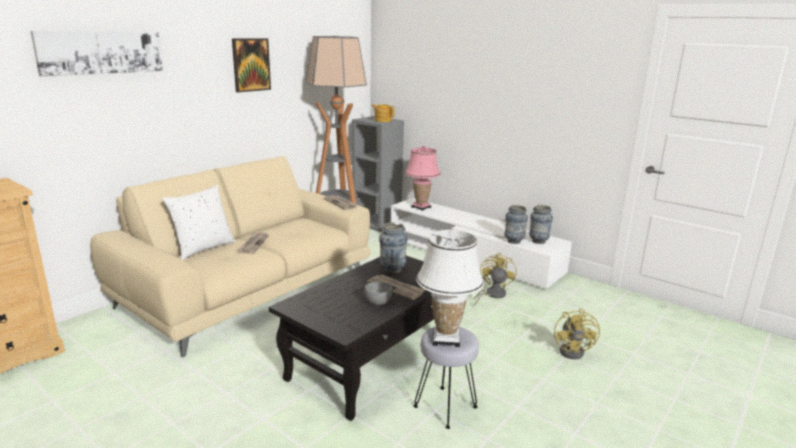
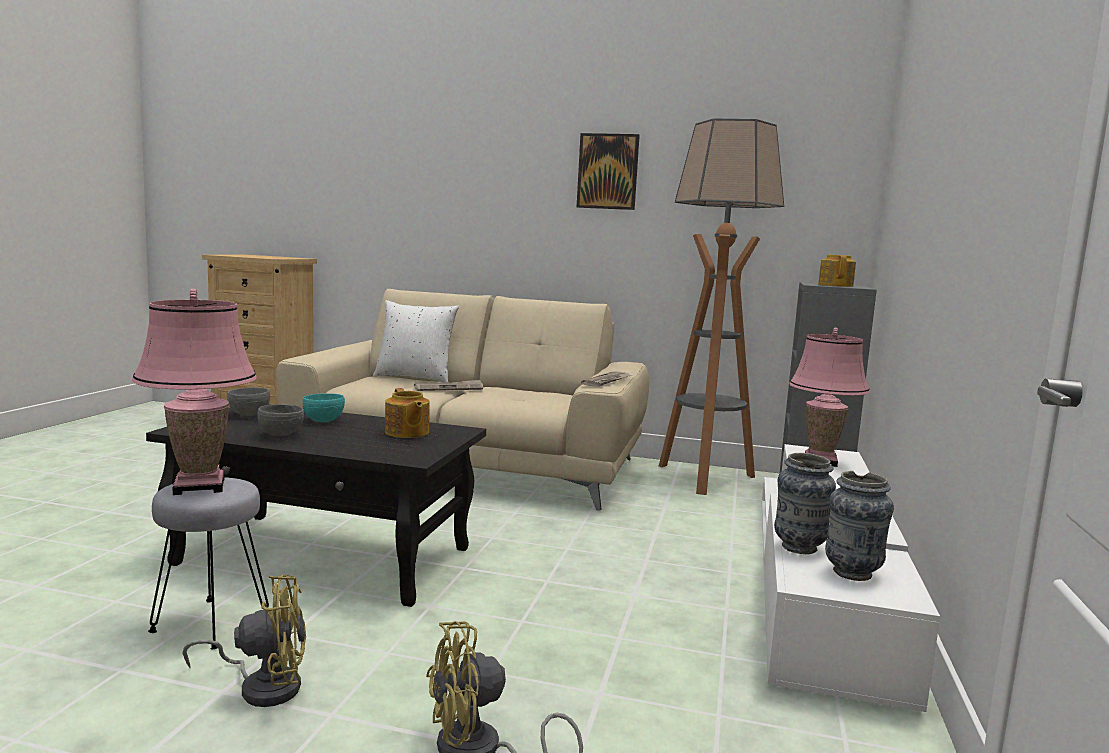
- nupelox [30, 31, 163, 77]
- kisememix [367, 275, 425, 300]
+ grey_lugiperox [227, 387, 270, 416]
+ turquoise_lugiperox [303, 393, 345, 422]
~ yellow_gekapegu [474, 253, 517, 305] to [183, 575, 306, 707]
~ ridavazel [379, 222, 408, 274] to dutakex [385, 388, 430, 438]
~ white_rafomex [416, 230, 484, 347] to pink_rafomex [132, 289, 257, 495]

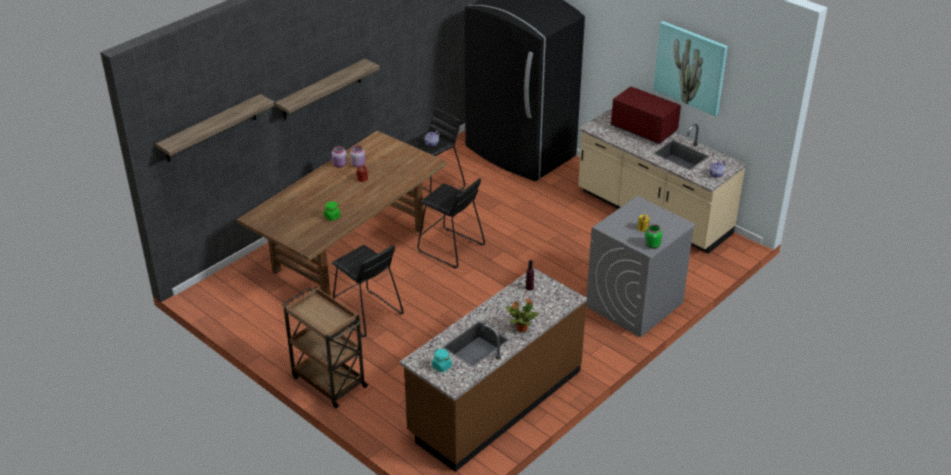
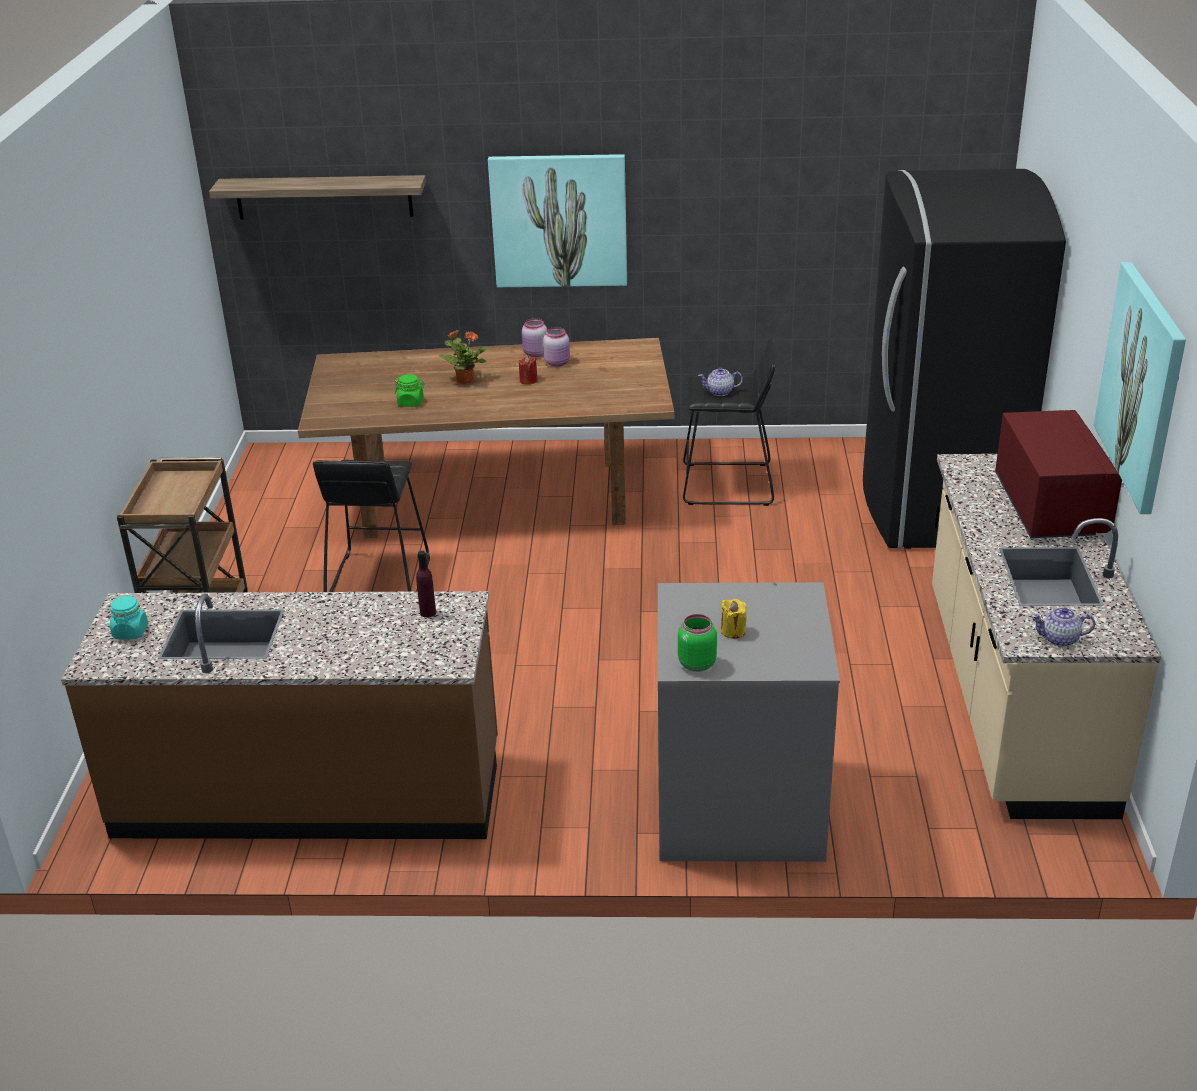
- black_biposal [417, 179, 485, 269]
~ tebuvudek [506, 298, 539, 332] to [439, 330, 487, 384]
~ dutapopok [275, 59, 379, 120] to nupelox [488, 154, 627, 287]

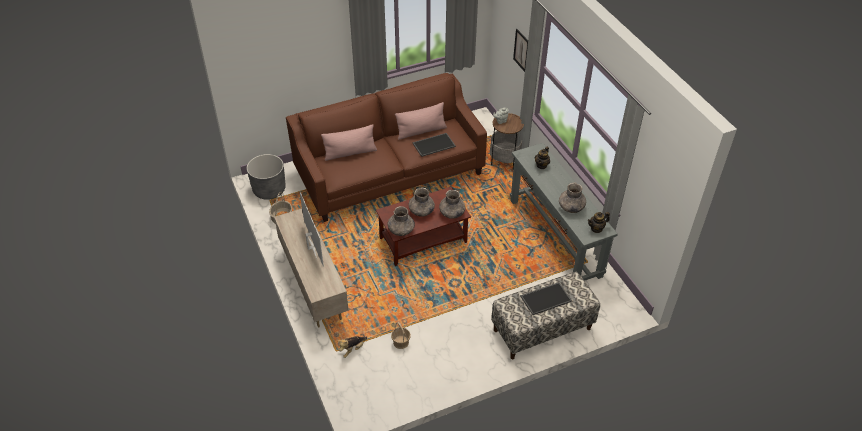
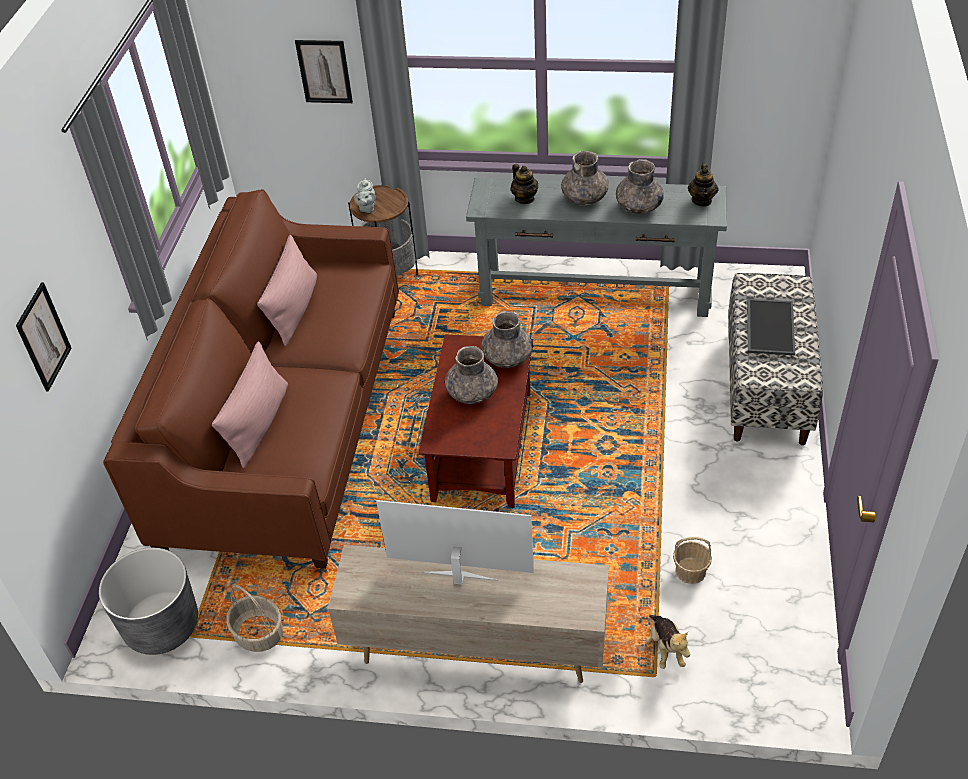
- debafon [413, 133, 456, 157]
+ nupelox [16, 282, 72, 392]
~ grey_ridavazel [388, 206, 415, 236] to [561, 151, 609, 205]

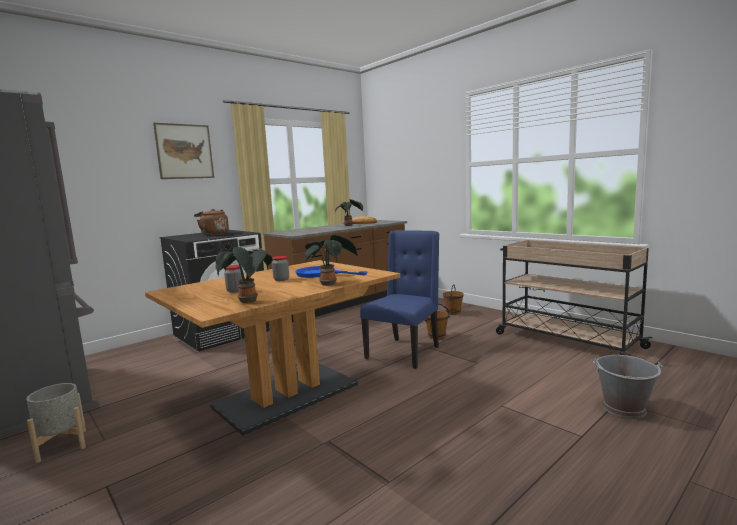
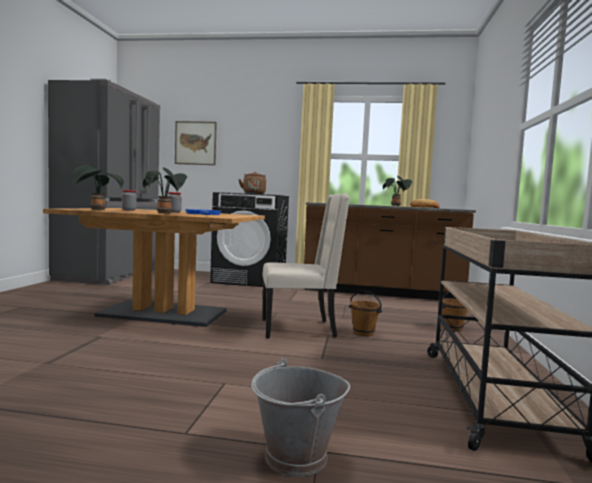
- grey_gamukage [26, 383, 86, 463]
~ nupelox [153, 123, 214, 179] to [175, 121, 217, 165]
~ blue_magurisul [360, 230, 439, 369] to beige_magurisul [262, 194, 350, 339]

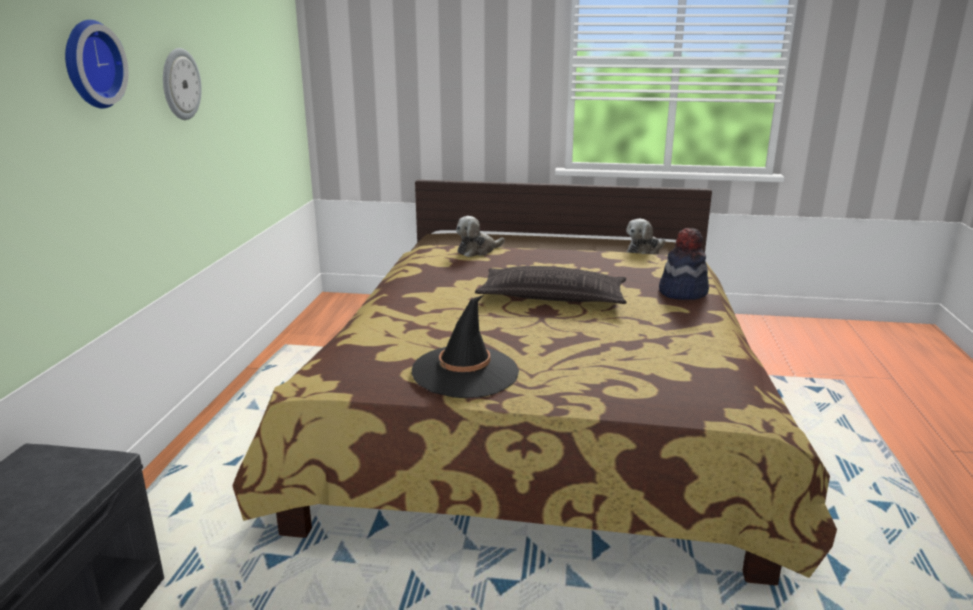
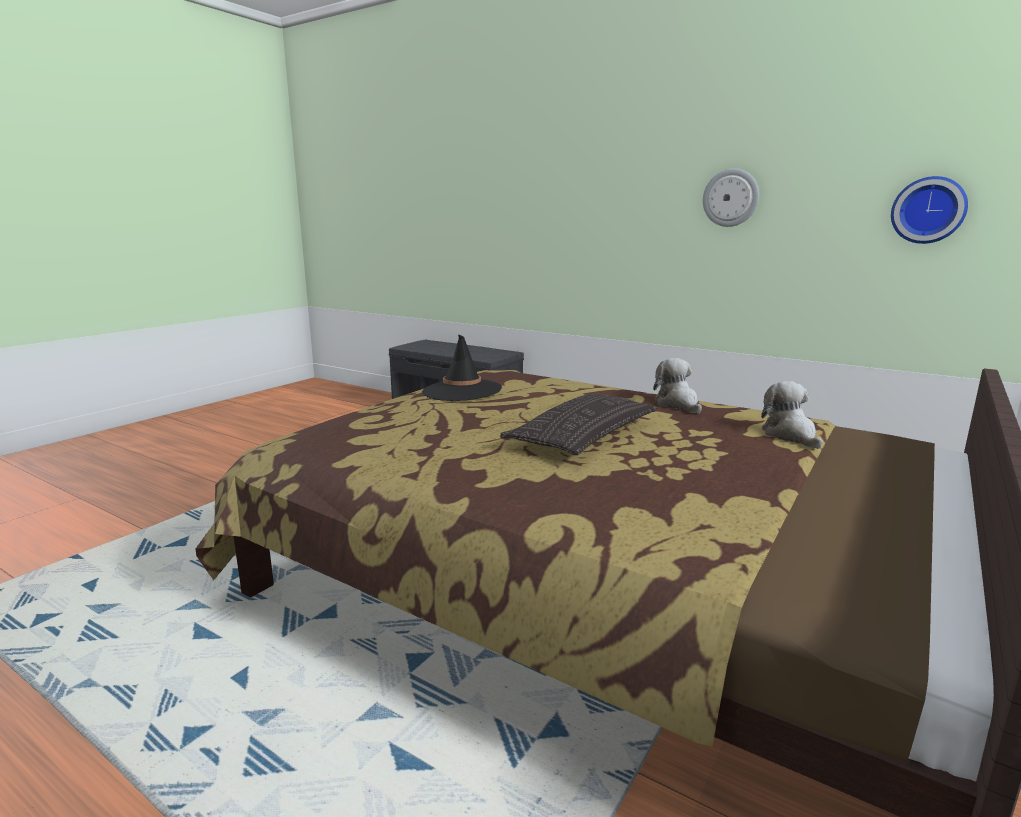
- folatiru [659, 228, 709, 300]
~ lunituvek [65, 20, 128, 108] to [891, 176, 968, 244]
~ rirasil [626, 219, 665, 255] to [653, 358, 702, 414]

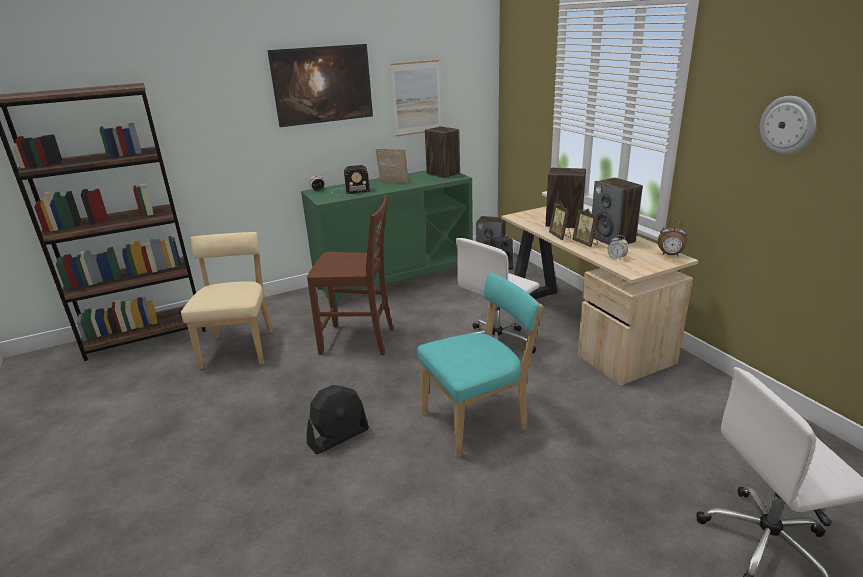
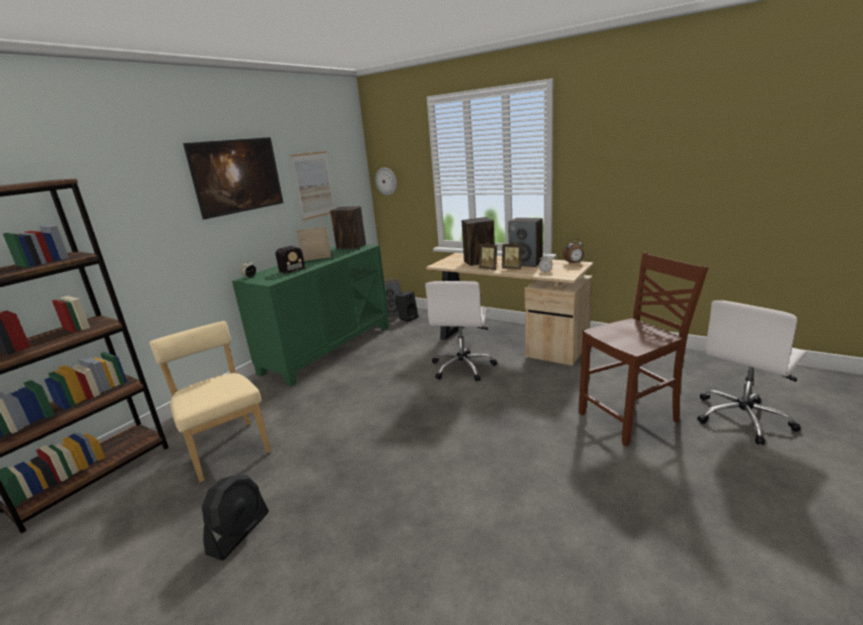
- turquoise_magurisul [417, 273, 543, 458]
~ brown_magurisul [307, 195, 394, 355] to [578, 253, 709, 447]
~ black_gekapegu [307, 385, 369, 454] to [202, 475, 269, 560]
~ lunituvek [760, 96, 816, 154] to [375, 168, 397, 195]

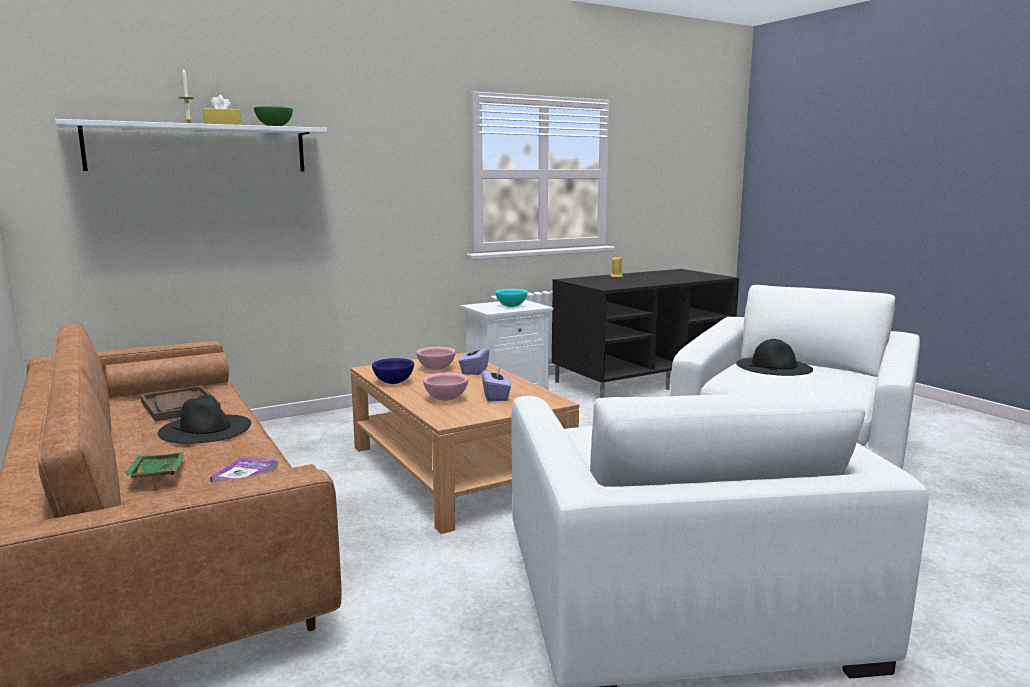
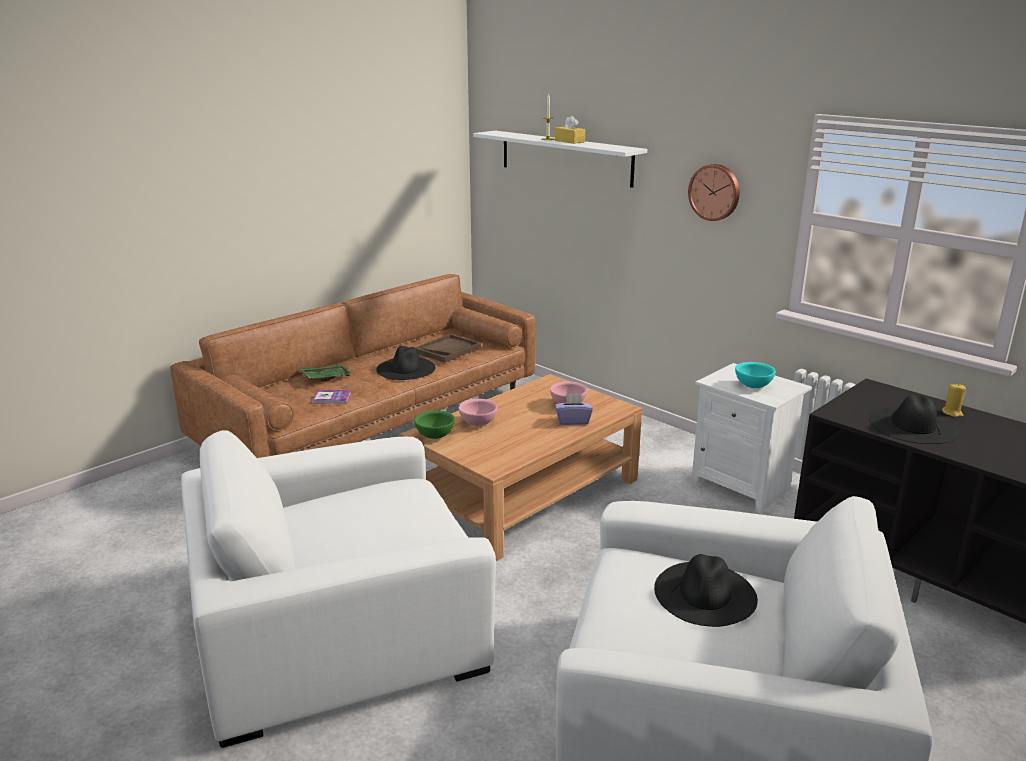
- blue_lugiperox [372, 358, 414, 384]
- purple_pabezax [482, 366, 511, 401]
+ lunituvek [688, 164, 740, 221]
+ black_folatiru [869, 394, 959, 444]
~ green_lugiperox [254, 106, 293, 126] to [414, 410, 455, 439]

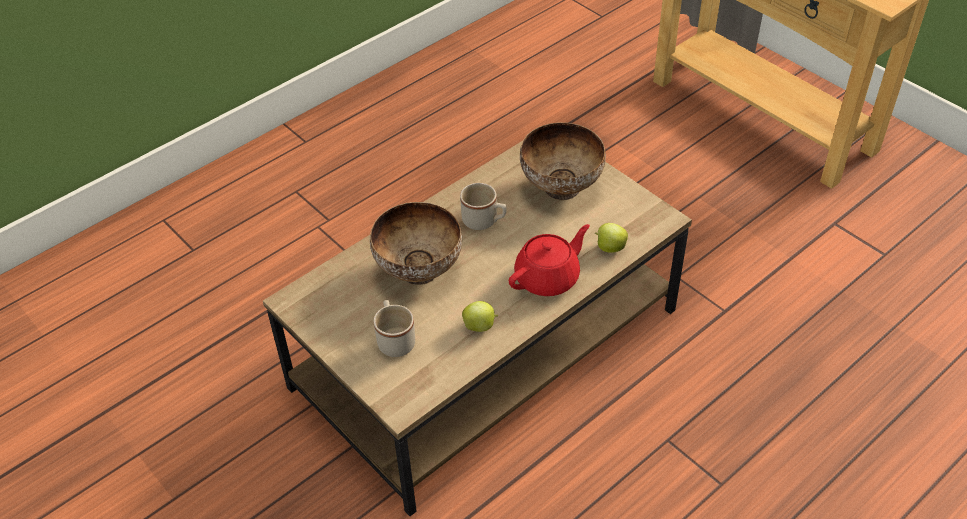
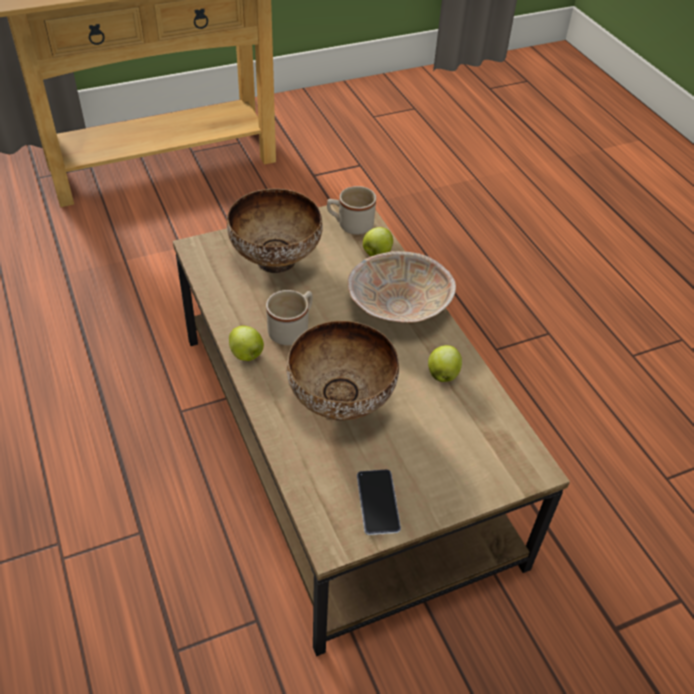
+ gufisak [229, 326, 264, 361]
+ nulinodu [357, 469, 401, 535]
~ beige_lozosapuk [373, 300, 415, 357] to [327, 186, 376, 235]
~ red_dutakex [509, 224, 590, 296] to beige_lugiperox [348, 251, 456, 323]

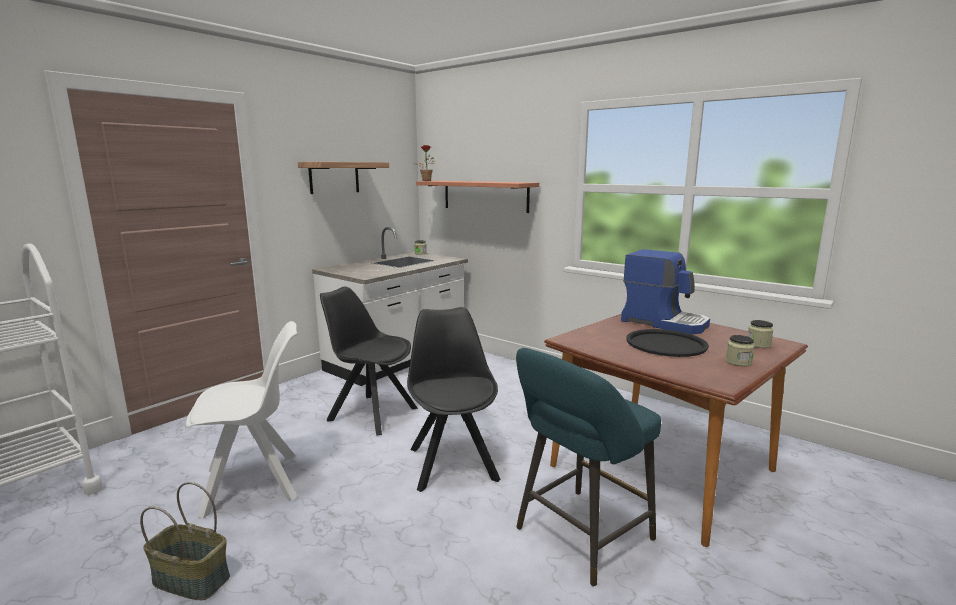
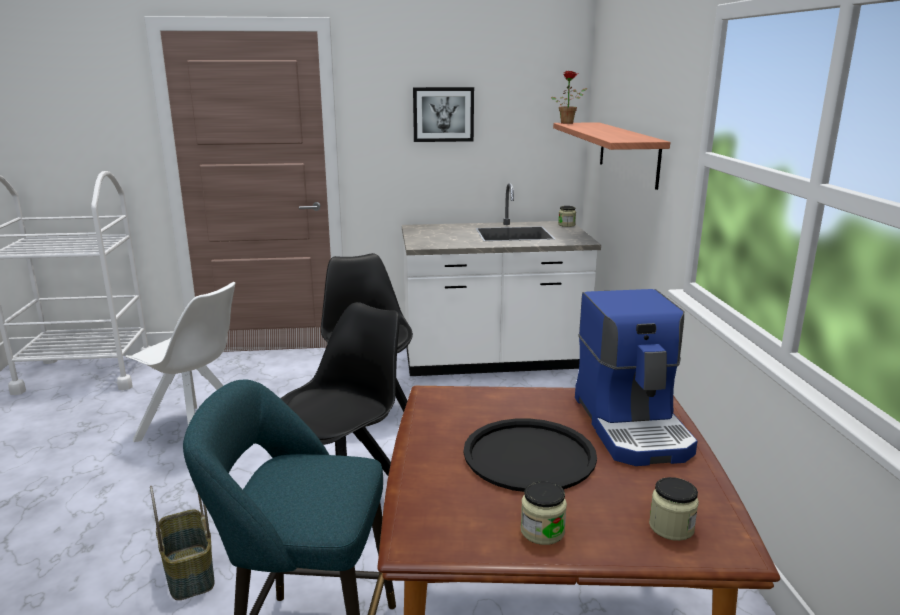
~ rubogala [140, 482, 230, 600] to [150, 486, 215, 600]
~ dutapopok [298, 162, 389, 194] to nupelox [413, 87, 474, 142]

